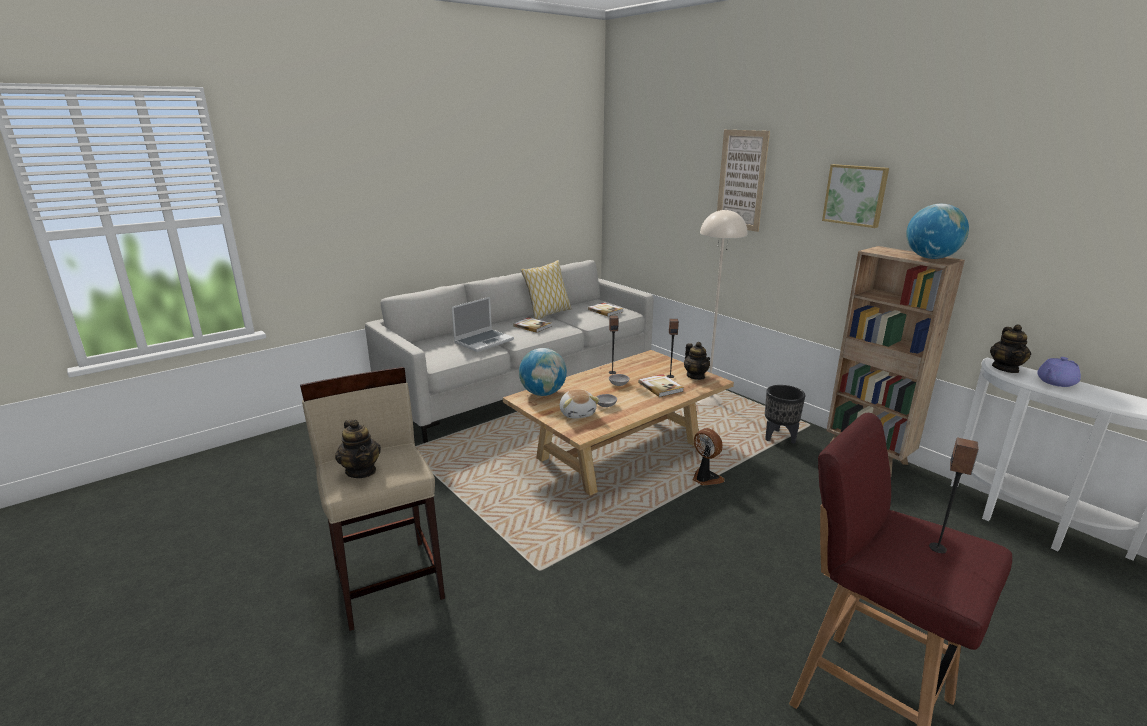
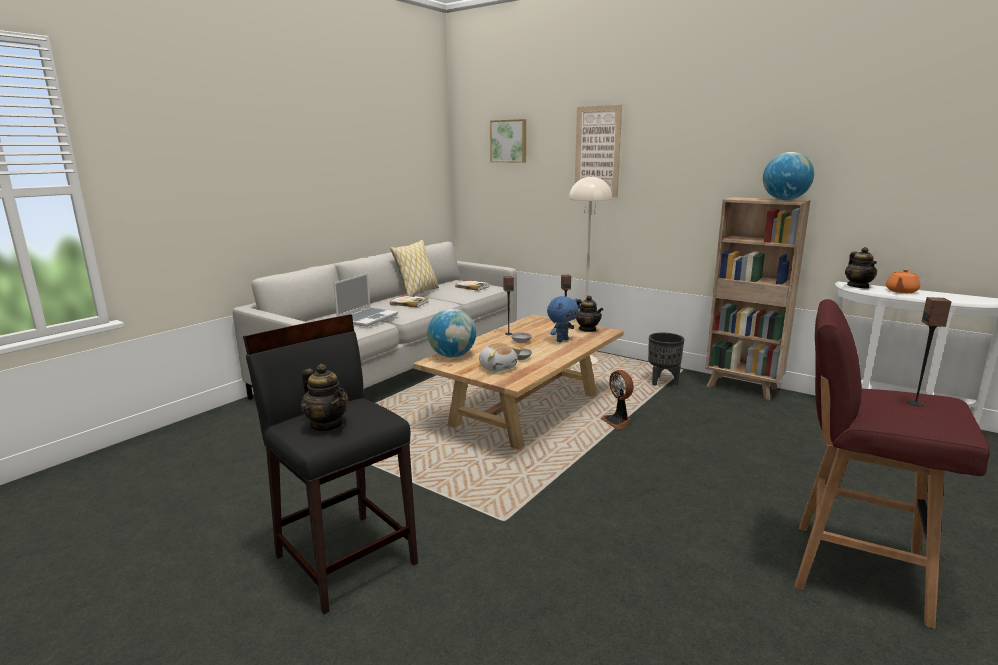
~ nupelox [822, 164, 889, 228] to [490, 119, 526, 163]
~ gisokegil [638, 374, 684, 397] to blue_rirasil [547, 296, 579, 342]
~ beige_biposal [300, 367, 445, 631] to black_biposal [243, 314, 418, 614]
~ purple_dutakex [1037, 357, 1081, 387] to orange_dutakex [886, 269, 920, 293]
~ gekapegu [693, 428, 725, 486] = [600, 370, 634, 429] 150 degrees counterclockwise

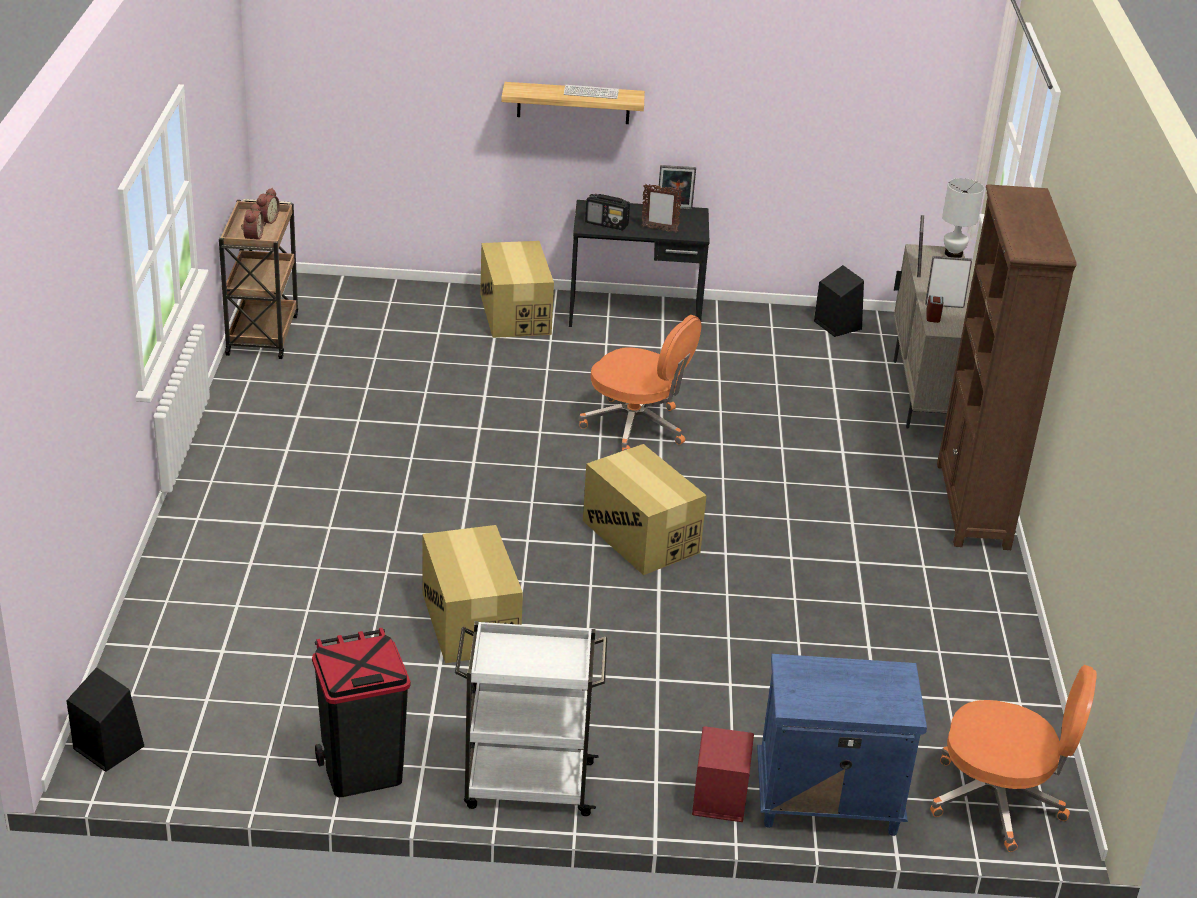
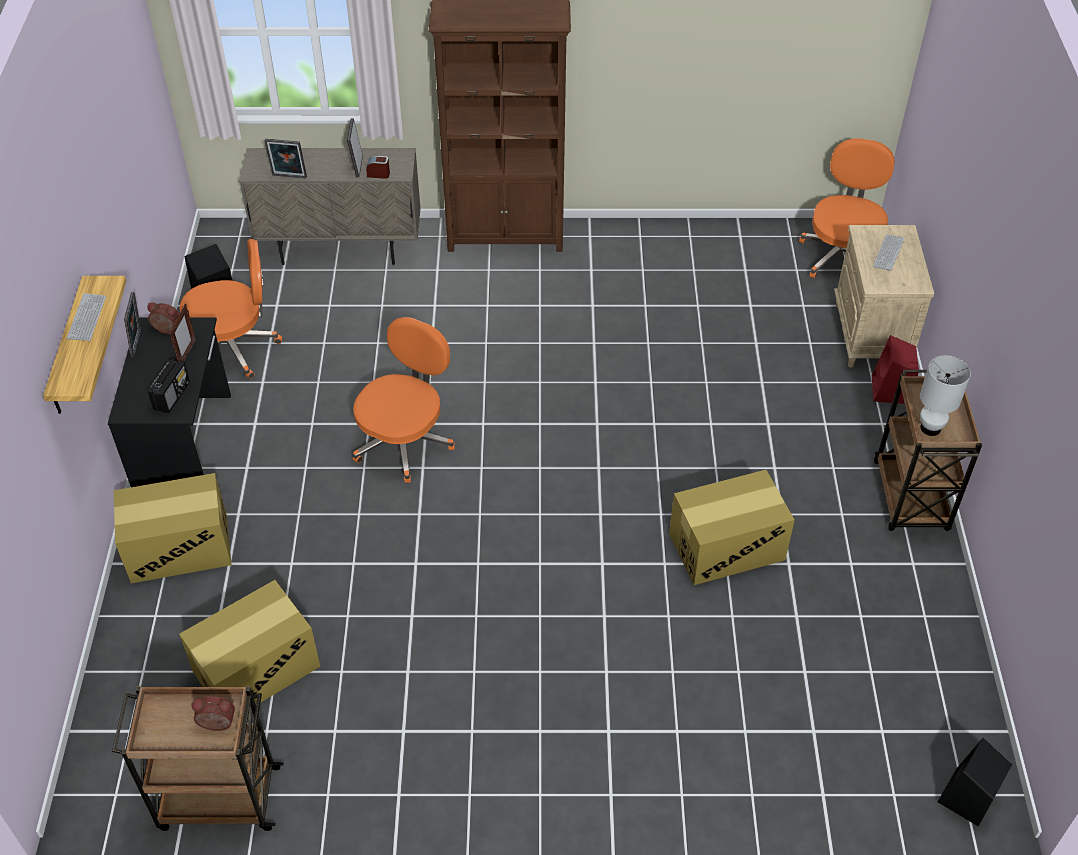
- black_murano [312, 628, 411, 797]
+ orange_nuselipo [180, 239, 282, 379]
+ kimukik [873, 234, 904, 271]
~ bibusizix [256, 188, 279, 226] to [147, 302, 179, 334]
~ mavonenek [583, 444, 707, 575] to [179, 580, 320, 704]
~ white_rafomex [942, 178, 984, 258] to [920, 355, 971, 436]
~ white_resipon [455, 621, 607, 816] to brown_resipon [874, 370, 982, 531]
~ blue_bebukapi [757, 654, 927, 836] to beige_bebukapi [834, 225, 934, 368]

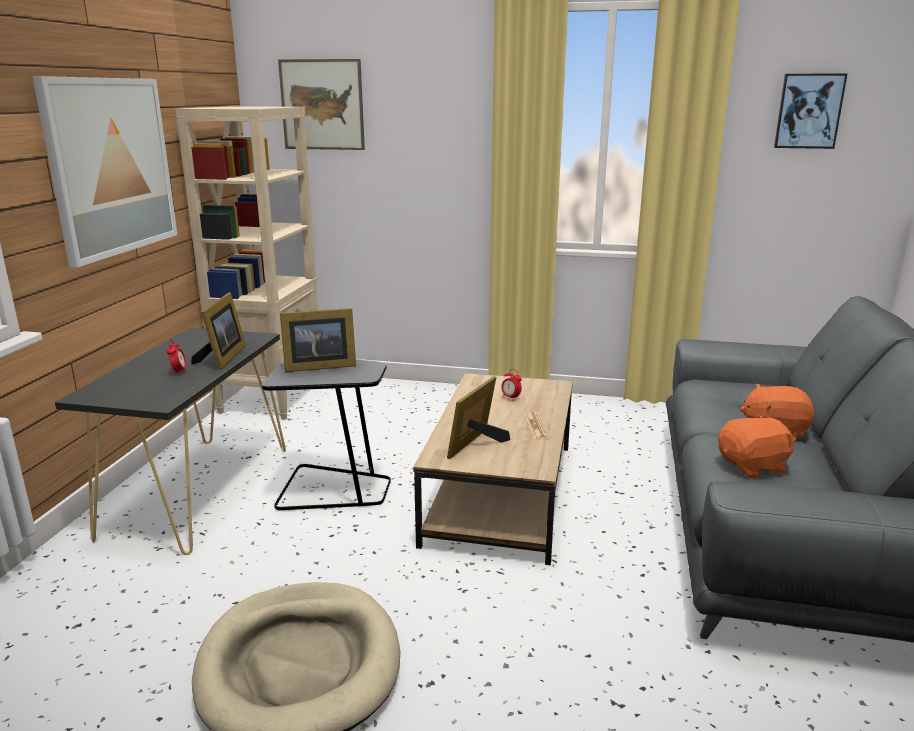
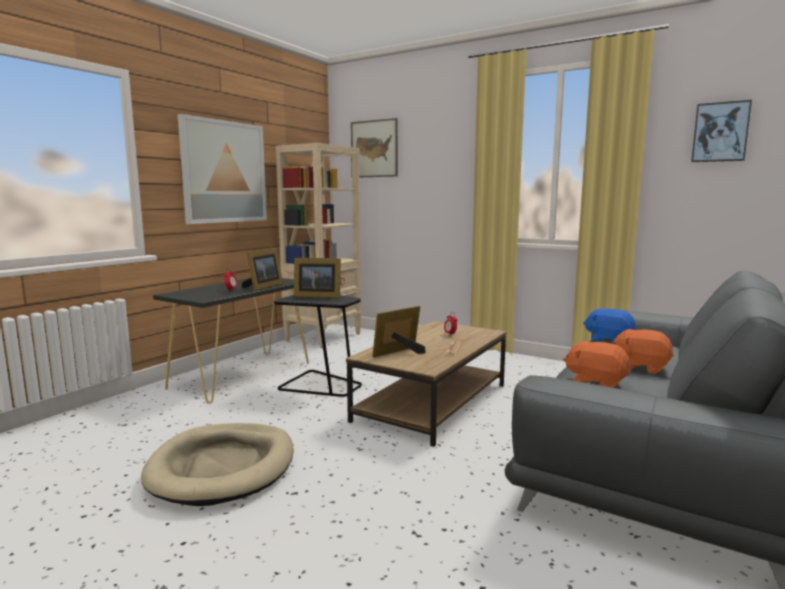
+ blue_rirasil [583, 309, 635, 344]
~ orange_rirasil [718, 414, 796, 478] = [563, 341, 631, 388] 150 degrees counterclockwise

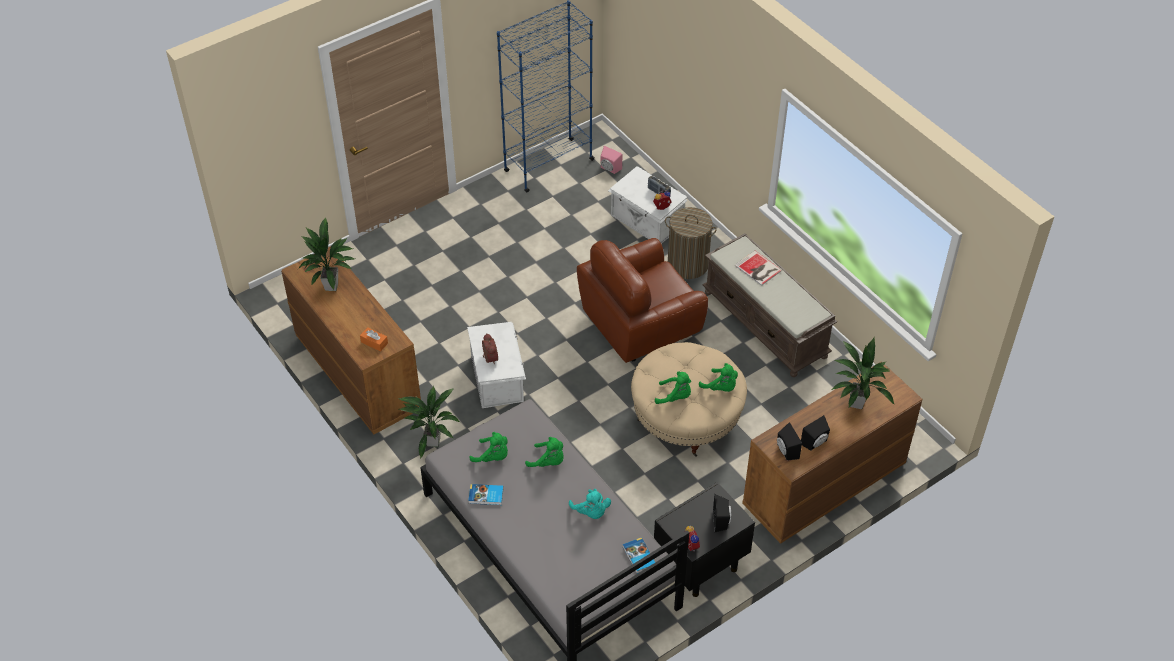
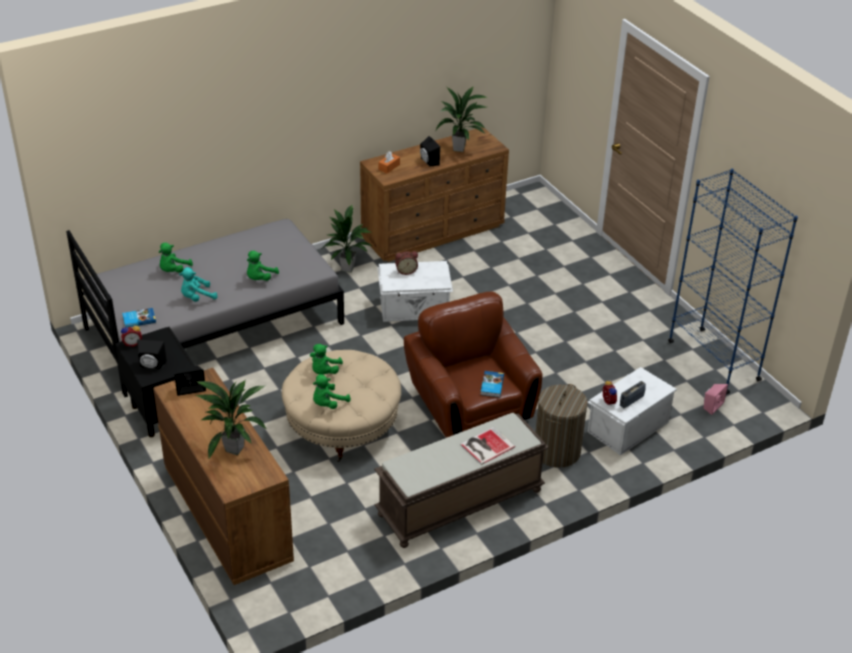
~ gisokegil [468, 484, 504, 505] to [480, 371, 504, 397]
~ green_rirasil [470, 432, 508, 462] to [159, 243, 193, 273]
~ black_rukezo [801, 415, 830, 451] to [420, 136, 440, 167]

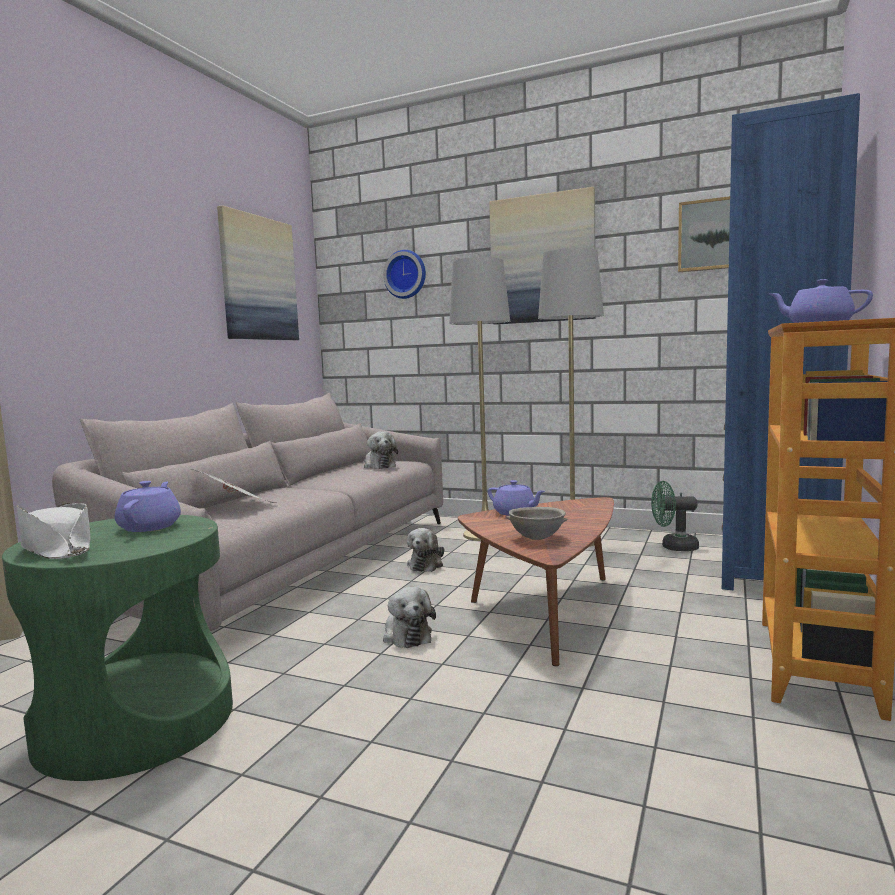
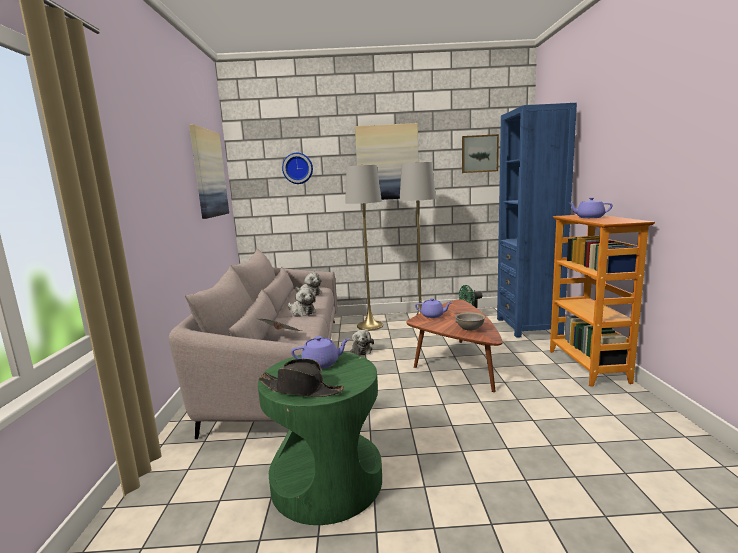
~ rirasil [383, 587, 436, 648] to [288, 288, 316, 316]
~ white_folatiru [17, 503, 90, 559] to black_folatiru [258, 359, 344, 397]
~ purple_dutakex [115, 481, 181, 532] = [291, 336, 350, 369] 105 degrees clockwise

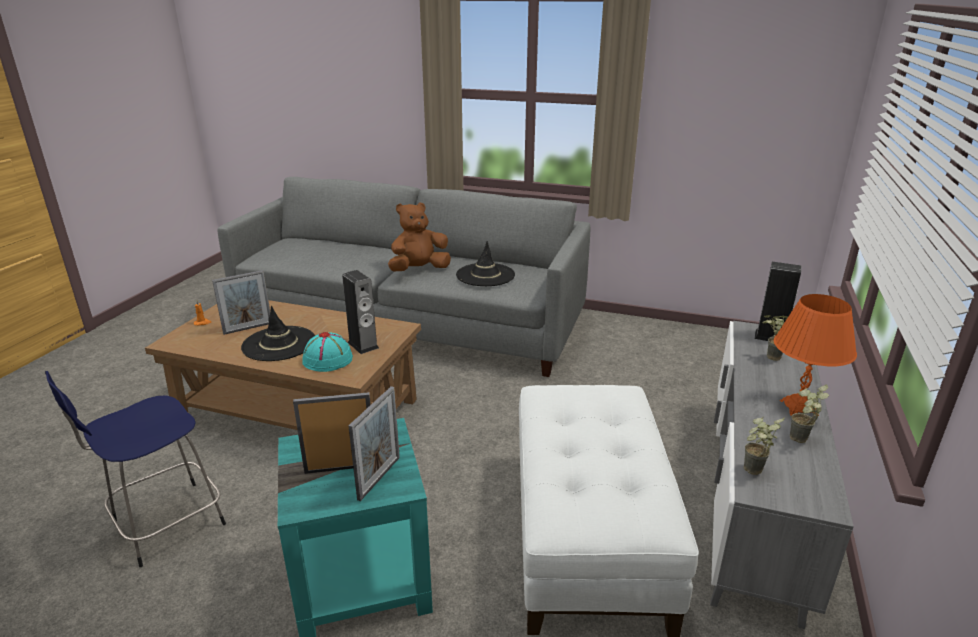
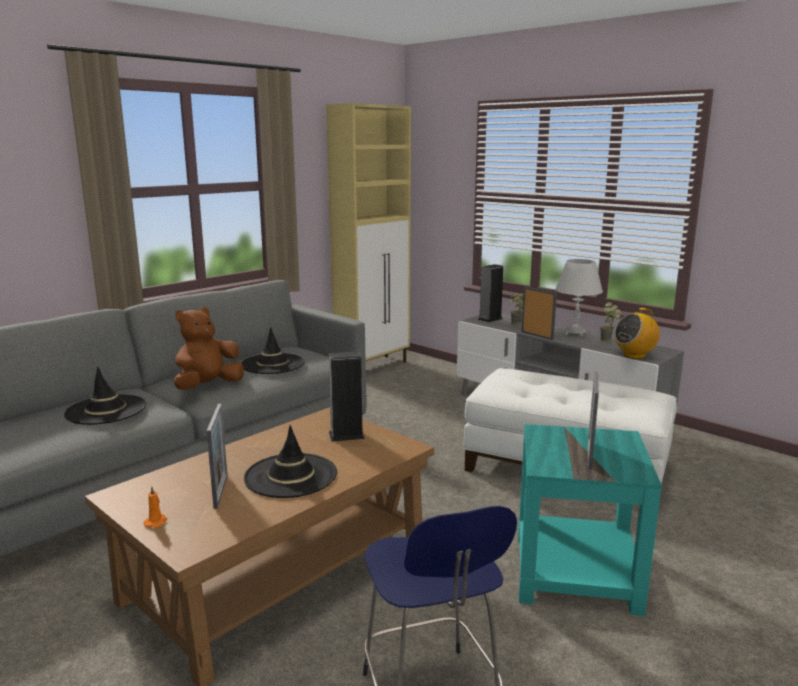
- turquoise_folatiru [302, 332, 353, 372]
+ black_folatiru [64, 367, 146, 425]
+ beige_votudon [326, 103, 411, 363]
~ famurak [348, 386, 400, 501] to [521, 287, 557, 340]
~ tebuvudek [744, 417, 785, 475] to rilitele [614, 308, 660, 359]
~ orange_rafomex [774, 294, 857, 416] to white_rafomex [555, 259, 603, 337]
~ brown_rirasil [388, 202, 451, 271] = [174, 307, 244, 390] 45 degrees clockwise

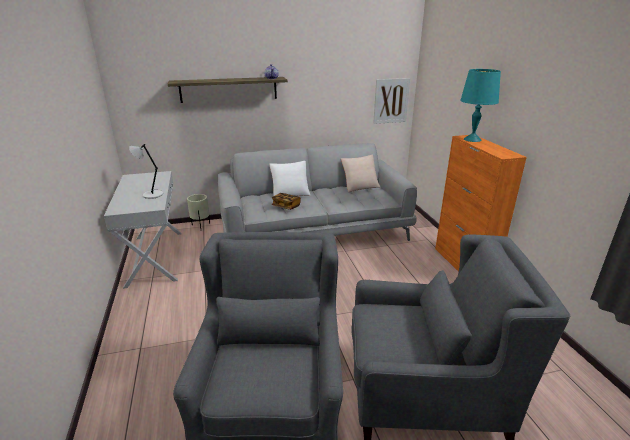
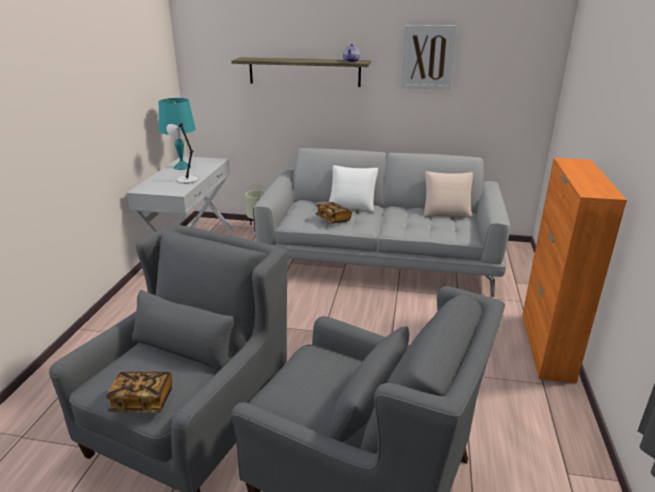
+ gisokegil [106, 372, 172, 414]
~ nupelox [373, 78, 410, 124] to [401, 25, 457, 90]
~ turquoise_rafomex [460, 69, 501, 142] to [158, 98, 196, 170]

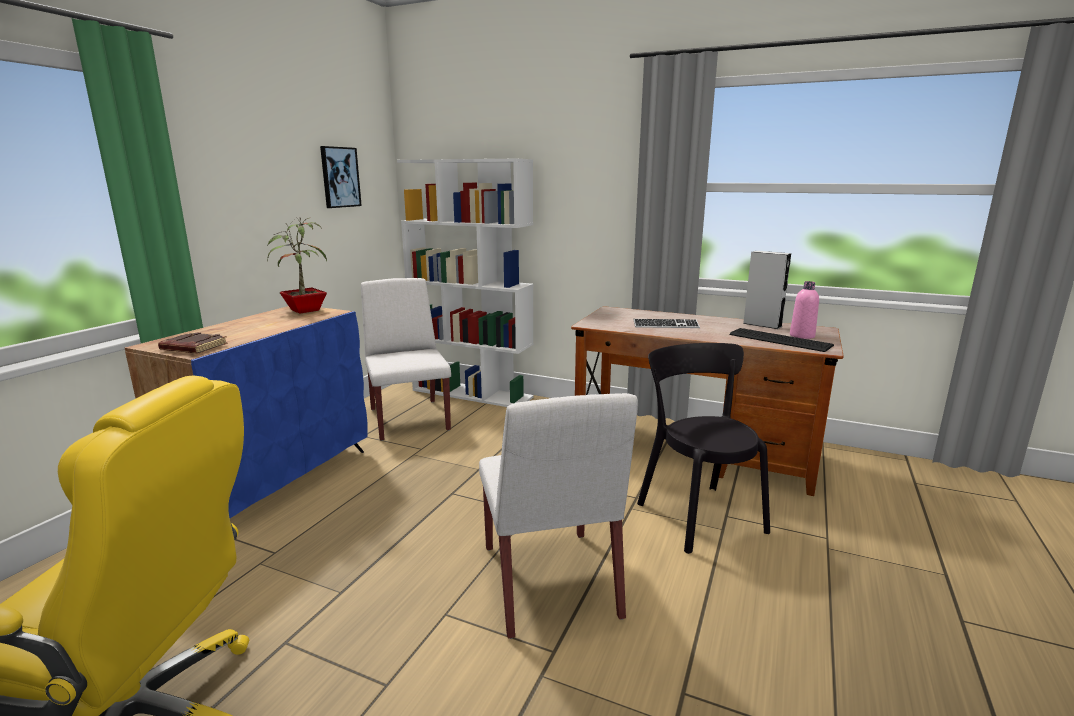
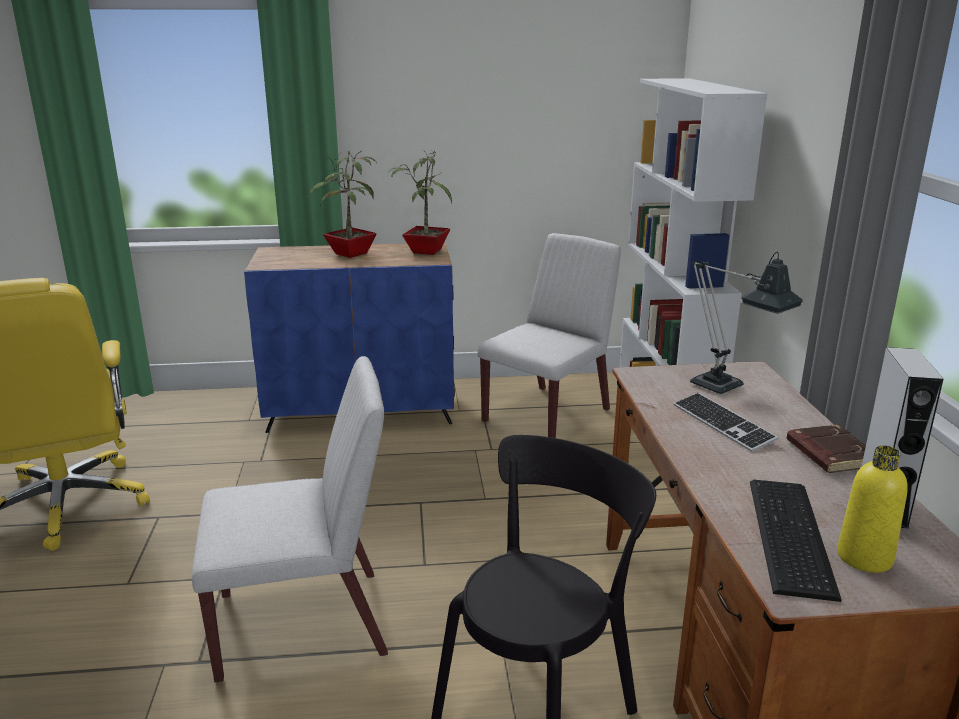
- nupelox [320, 146, 362, 208]
+ tebuvudek [308, 151, 377, 258]
+ rafomex [690, 252, 803, 394]
~ brown_gisokegil [158, 333, 228, 353] to [787, 424, 866, 473]
~ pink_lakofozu [790, 281, 819, 339] to yellow_lakofozu [837, 445, 908, 573]
~ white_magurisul [479, 393, 638, 639] = [192, 356, 388, 683] 150 degrees counterclockwise

